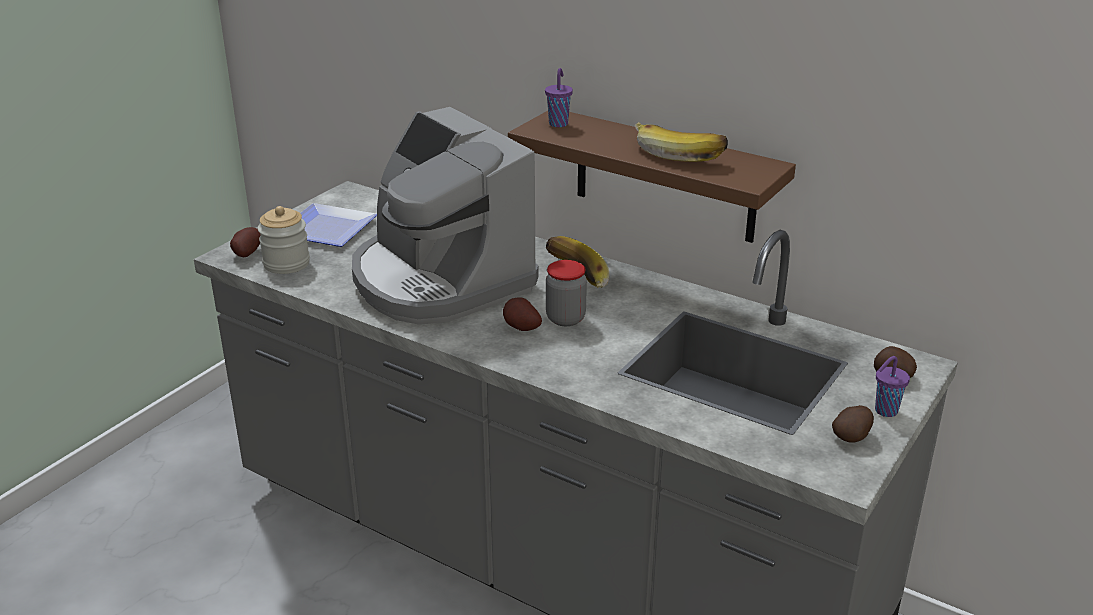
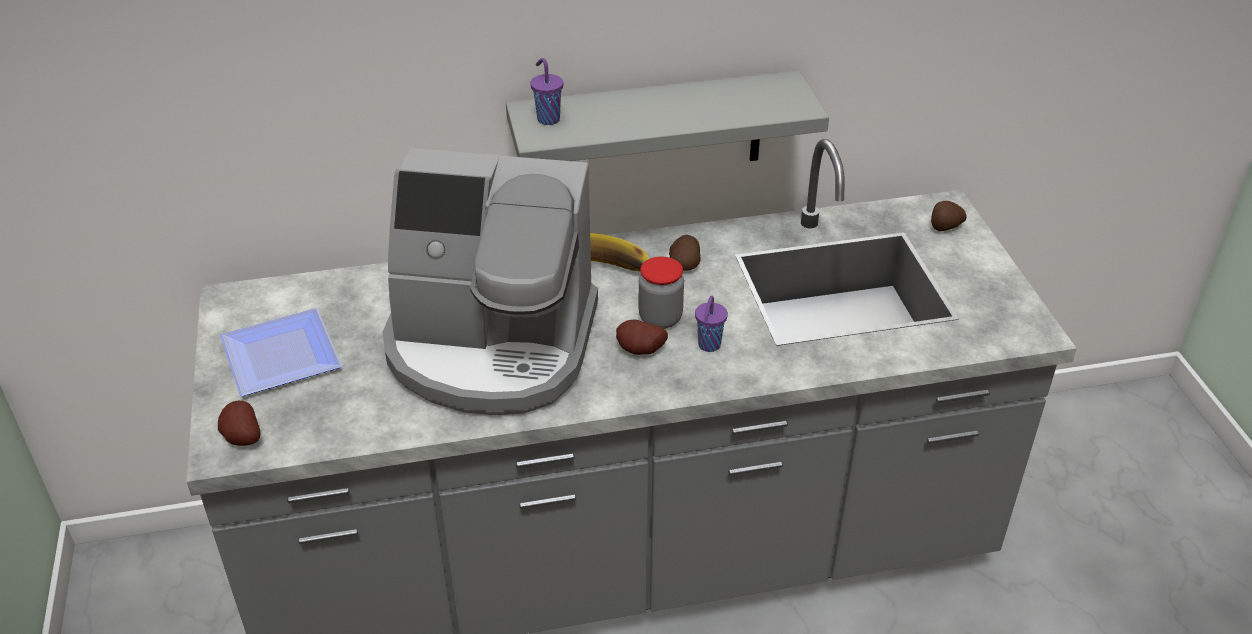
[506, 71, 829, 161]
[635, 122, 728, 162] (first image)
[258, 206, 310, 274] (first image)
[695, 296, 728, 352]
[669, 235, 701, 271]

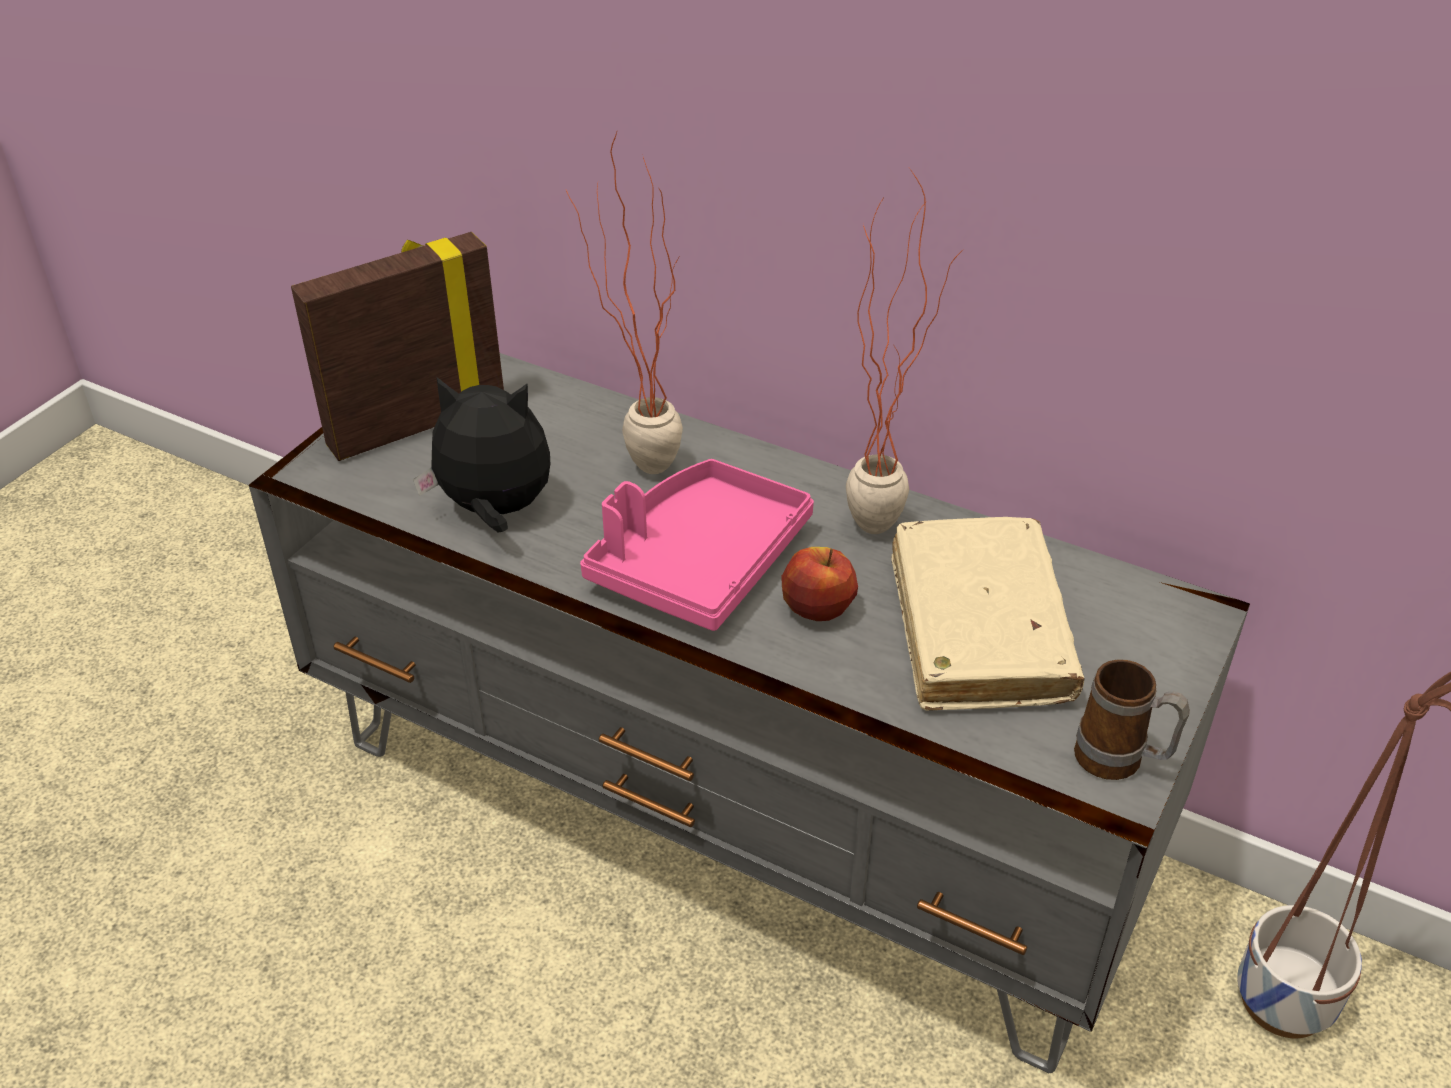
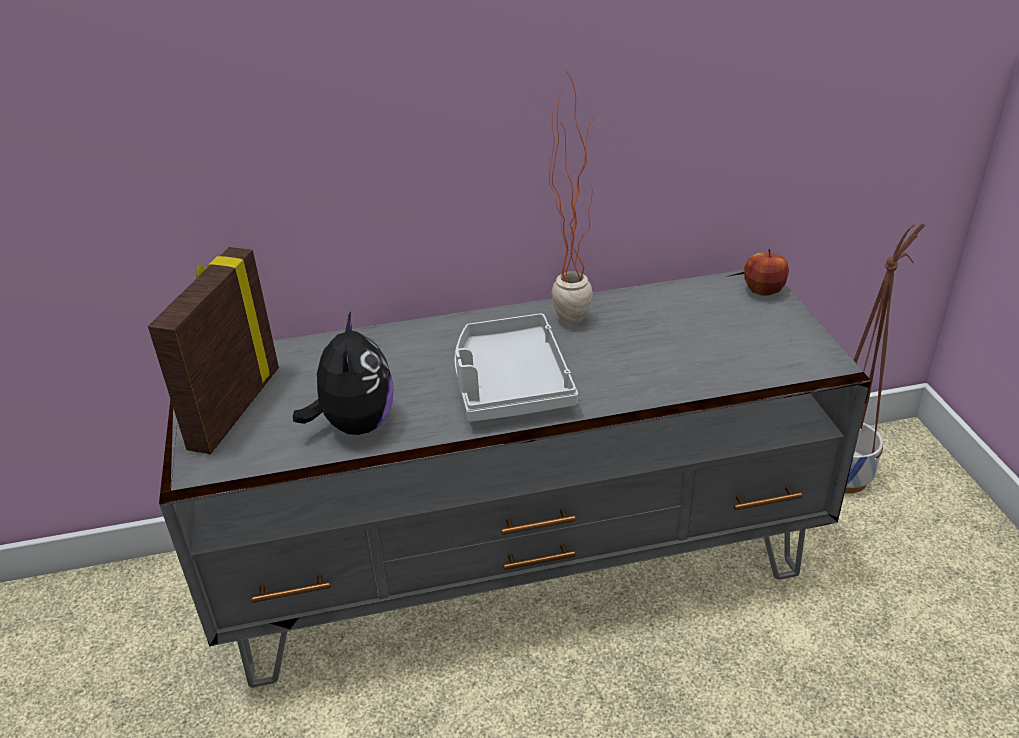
[566, 132, 683, 474] (first image)
[293, 311, 394, 435]
[455, 313, 578, 422]
[891, 517, 1084, 711] (first image)
[744, 249, 789, 296]
[1074, 659, 1190, 780] (first image)

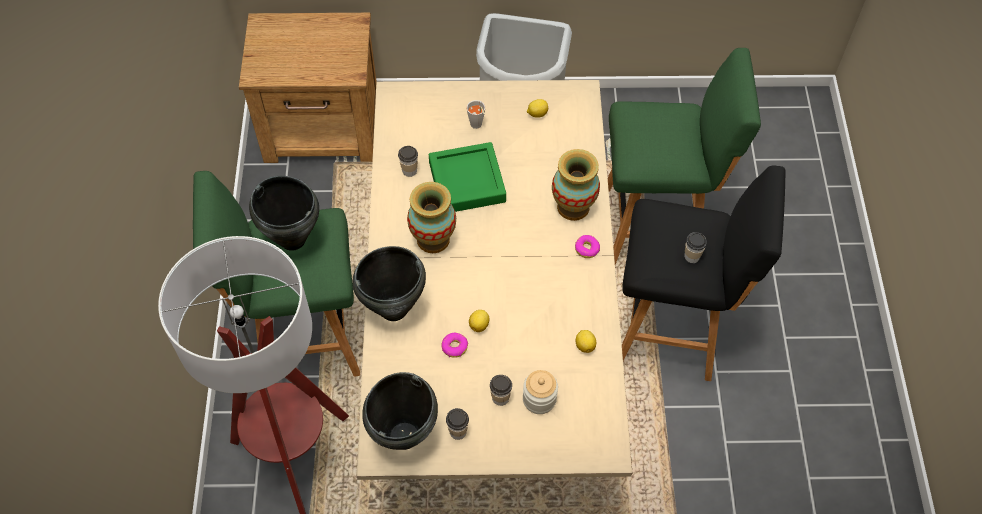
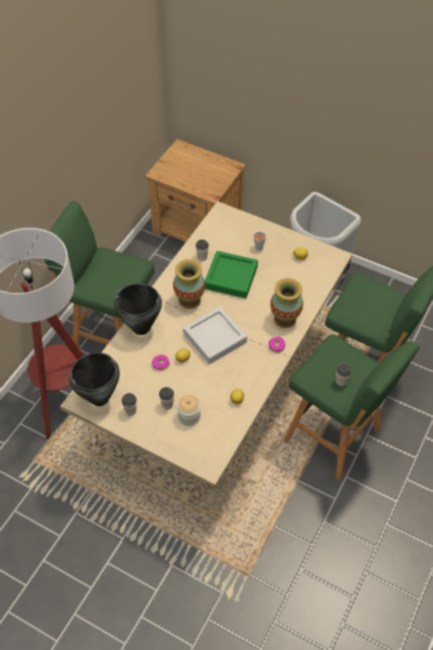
[283, 334, 419, 481]
[249, 176, 319, 251] (first image)
[183, 307, 247, 364]

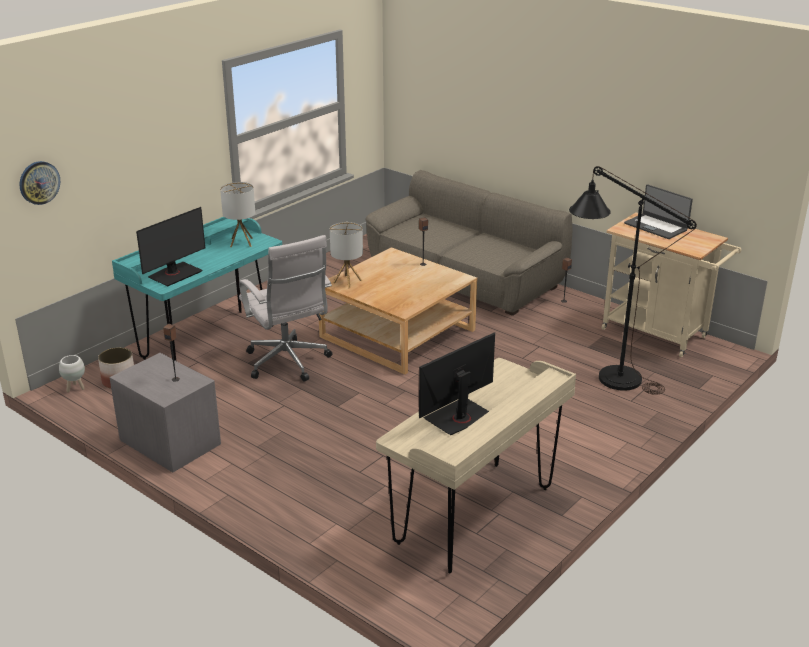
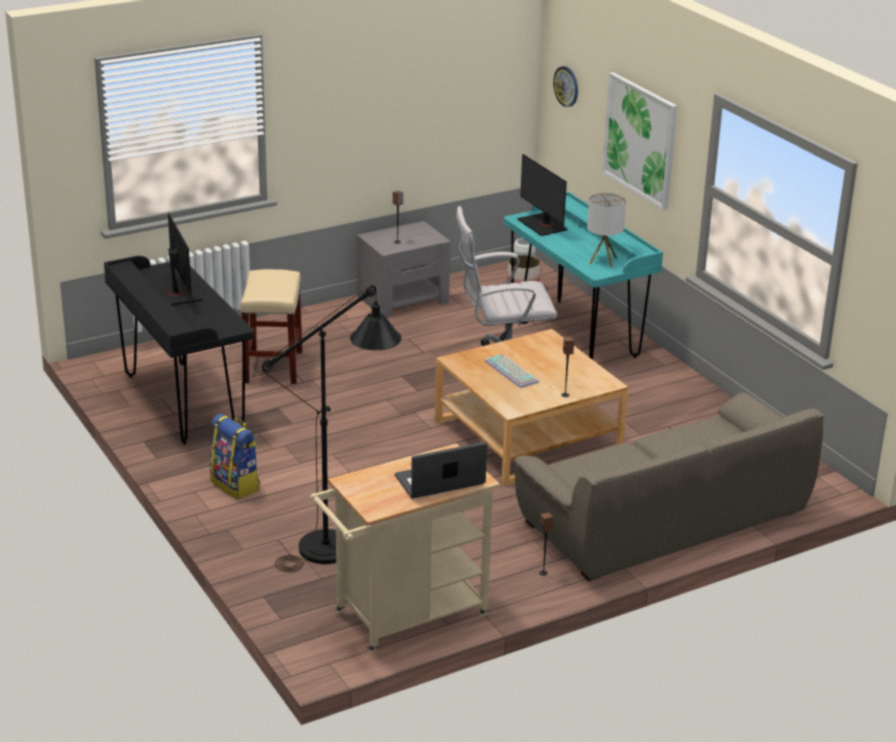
[330, 222, 363, 289] (first image)
[104, 256, 253, 445]
[602, 72, 677, 210]
[240, 269, 302, 385]
[485, 354, 539, 388]
[210, 414, 260, 500]

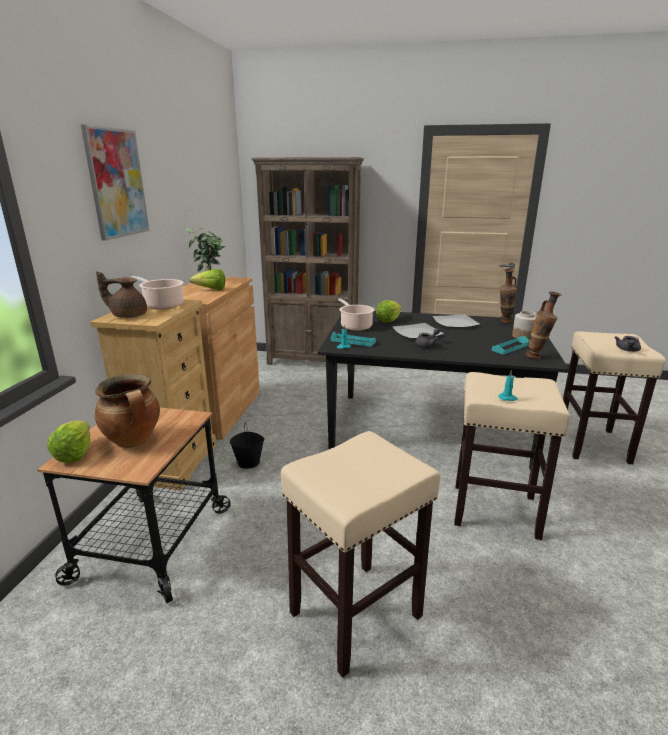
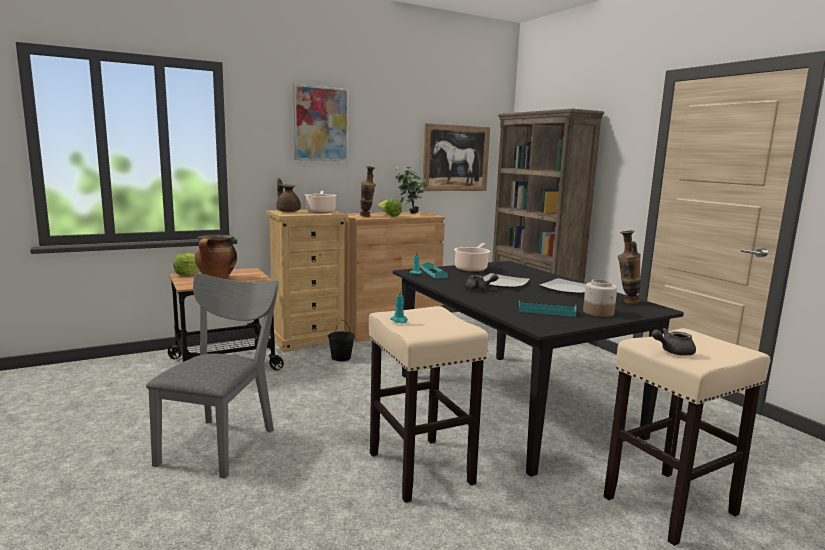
[360, 166, 376, 217]
[376, 300, 402, 322] (first image)
[146, 274, 279, 479]
[422, 123, 490, 191]

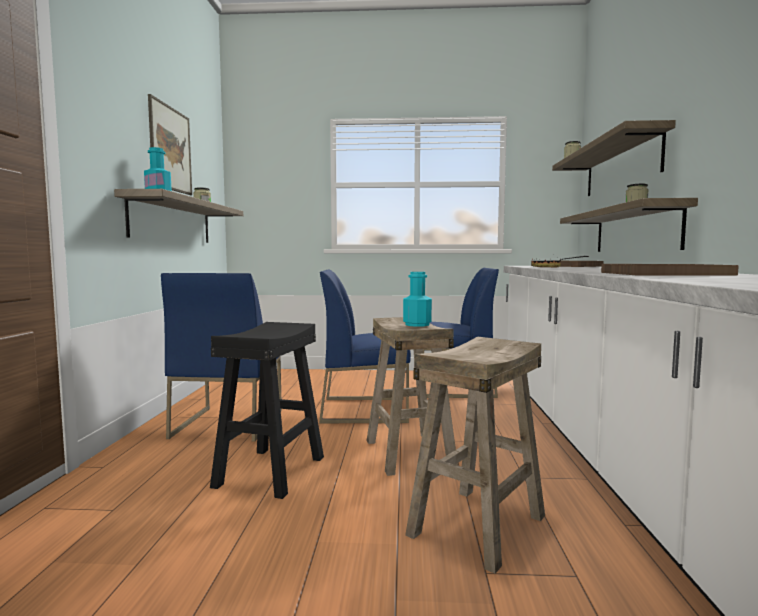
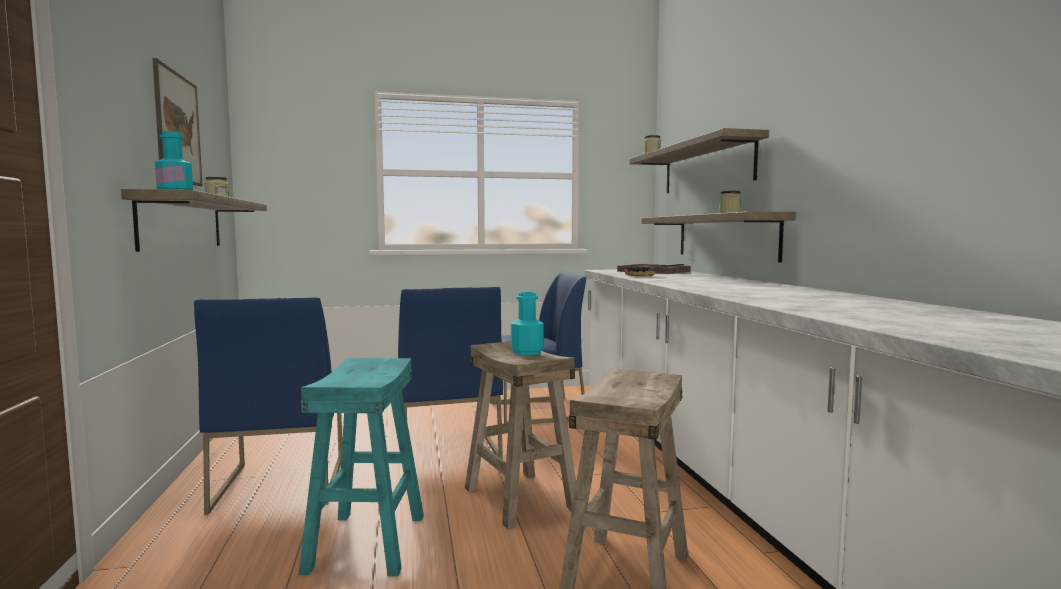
[601, 264, 739, 275] (first image)
[398, 287, 503, 460]
[299, 358, 424, 576]

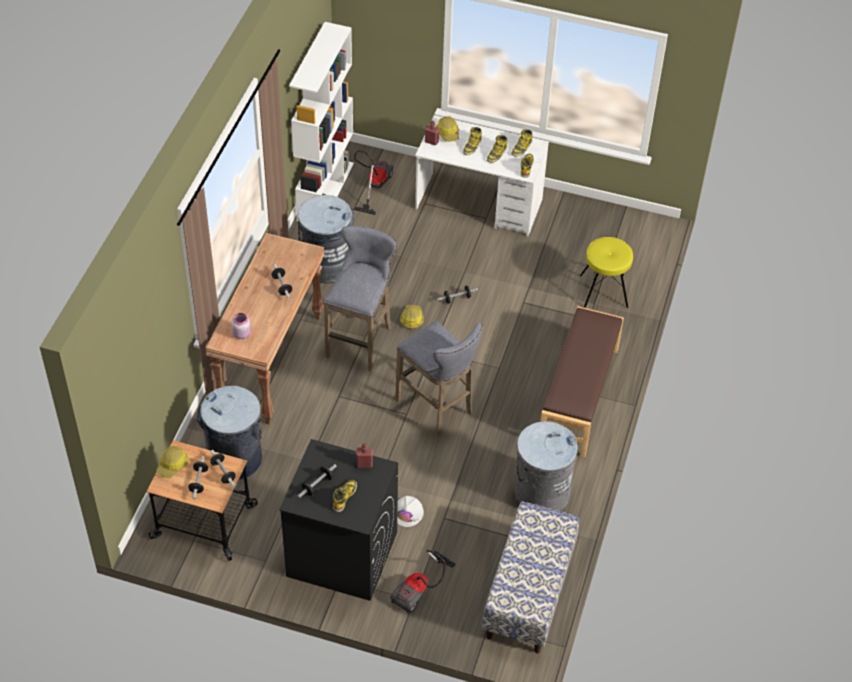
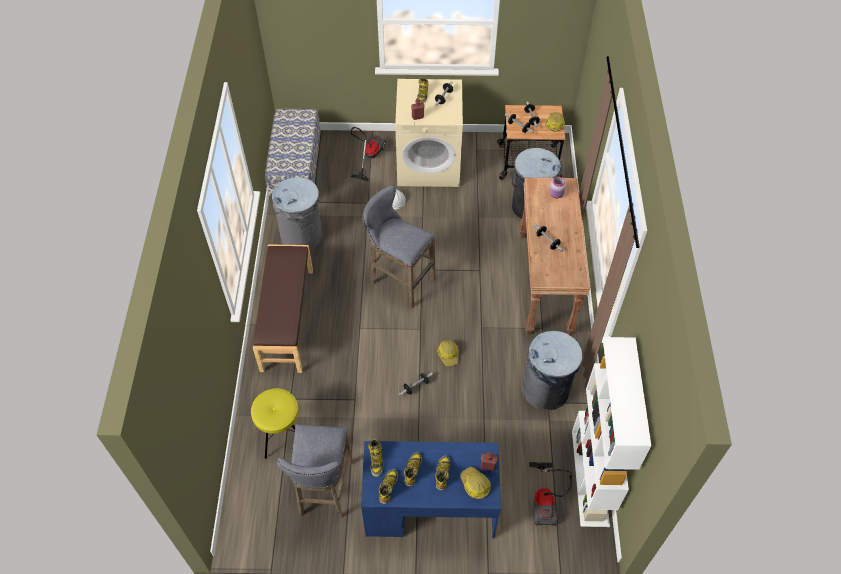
[361, 441, 501, 538]
[276, 424, 352, 518]
[395, 79, 463, 187]

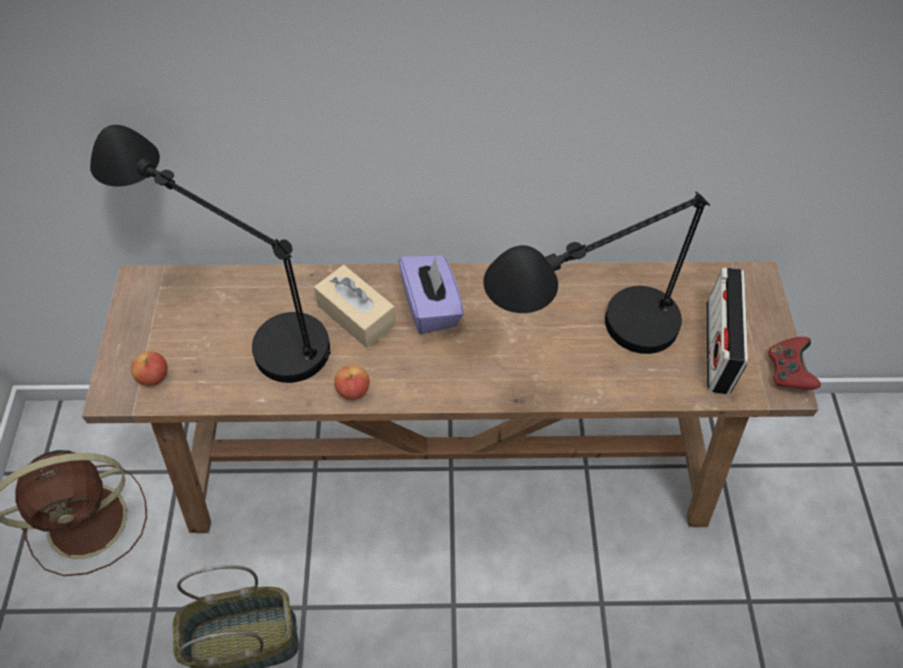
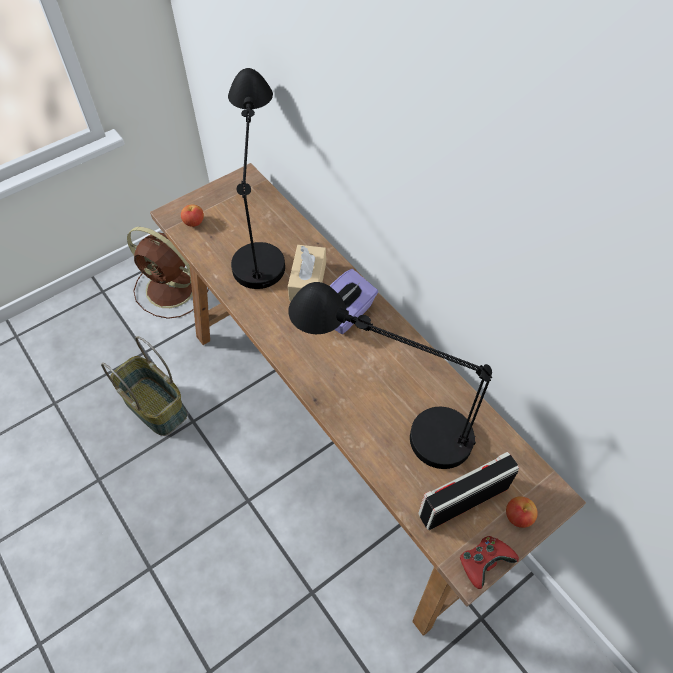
[506, 496, 538, 528]

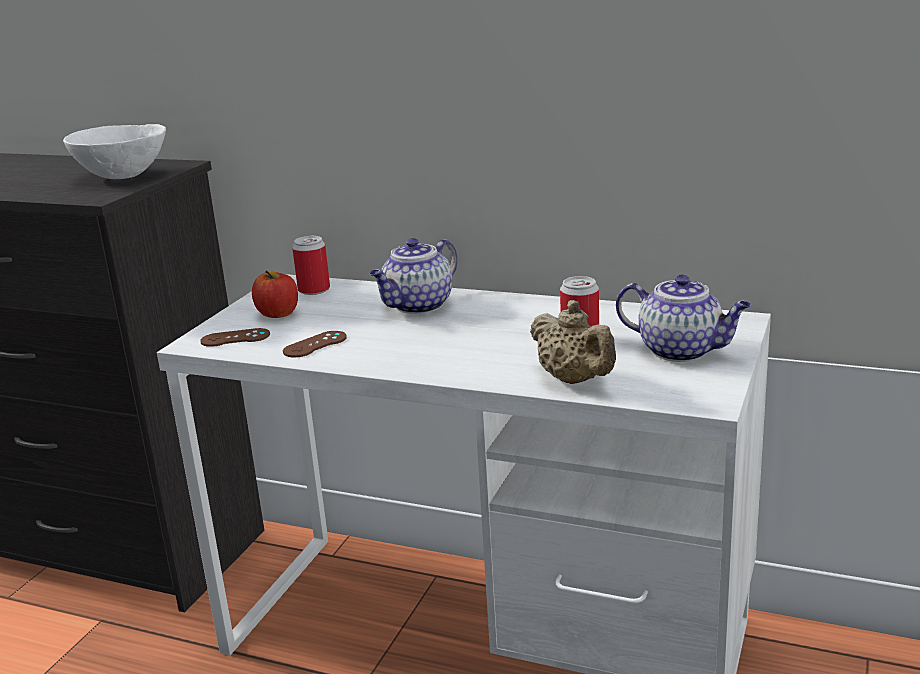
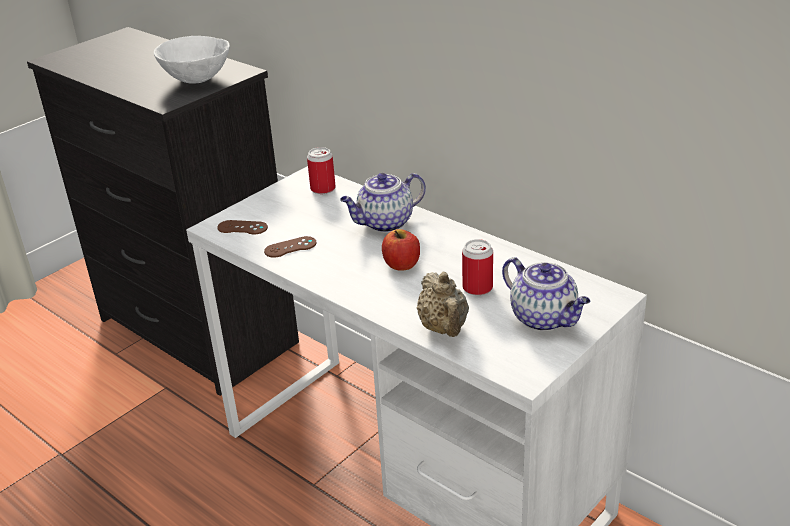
[382, 229, 420, 271]

